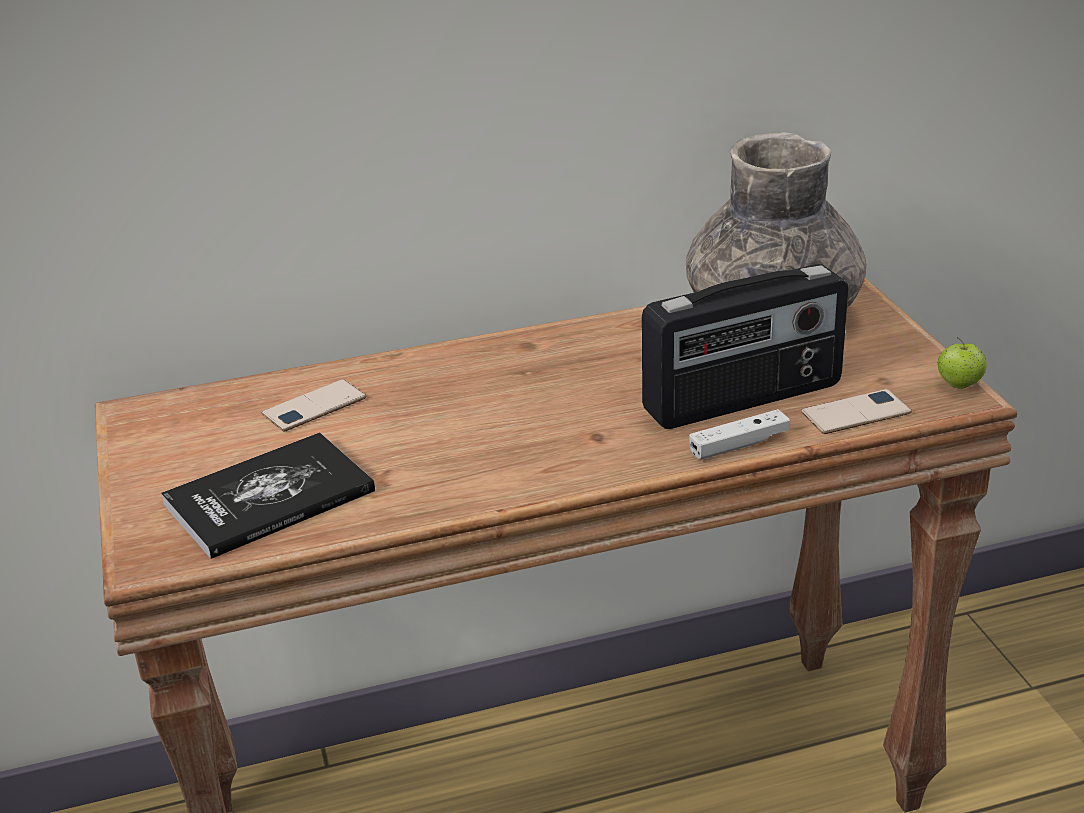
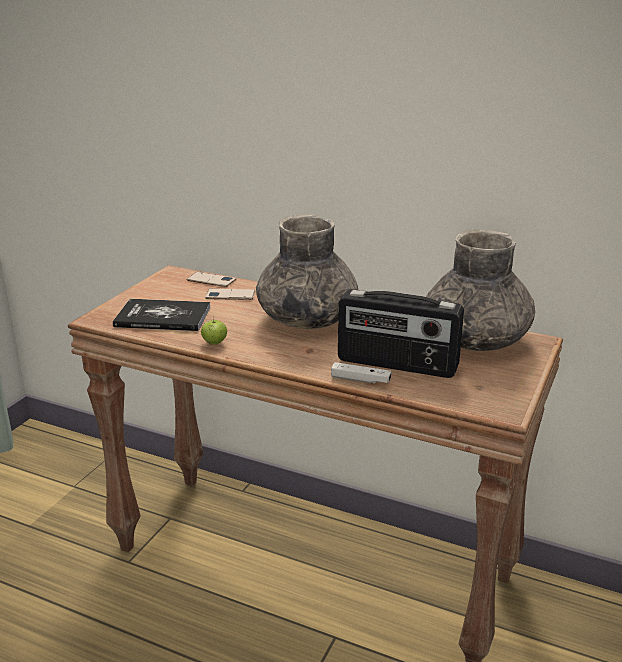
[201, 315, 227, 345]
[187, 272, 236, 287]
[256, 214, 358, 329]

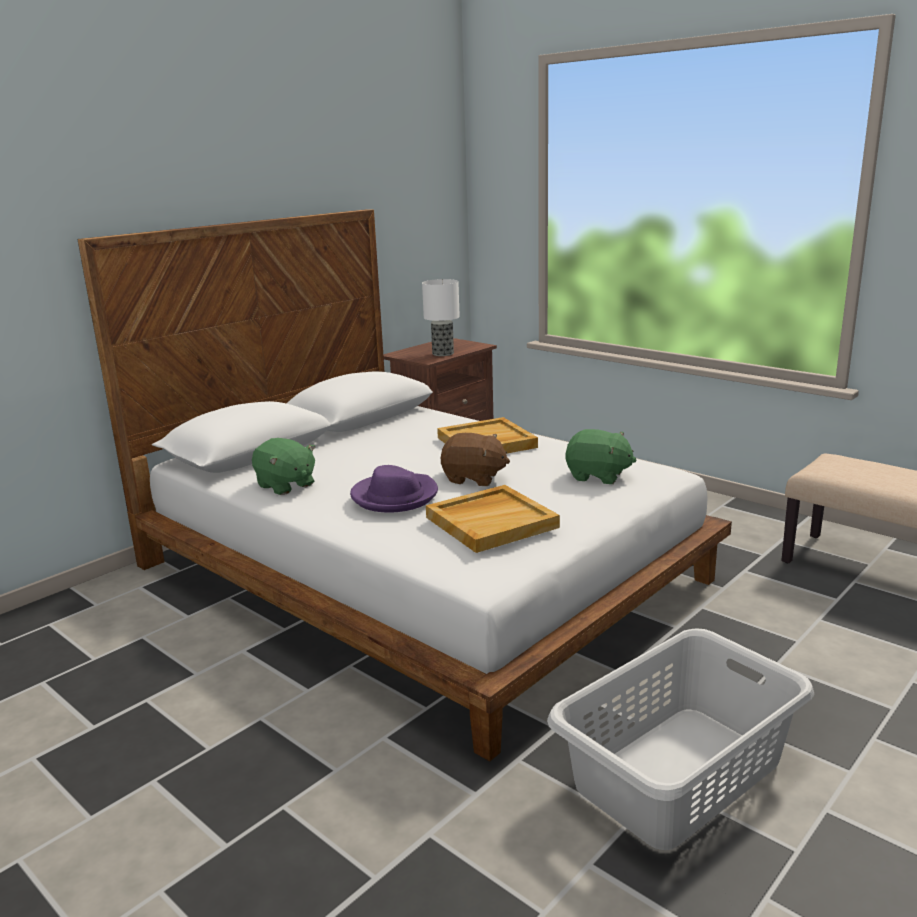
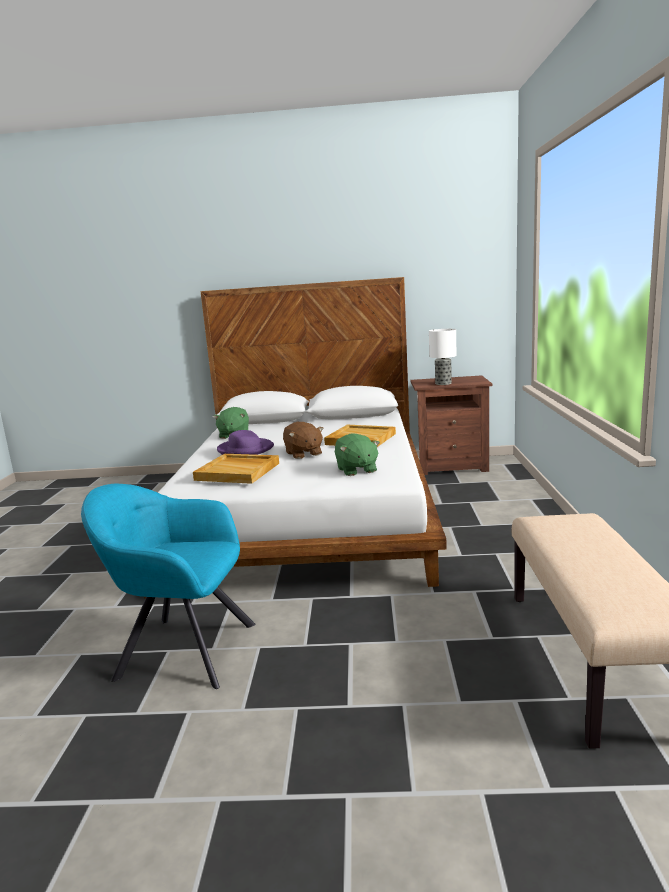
[81, 484, 255, 689]

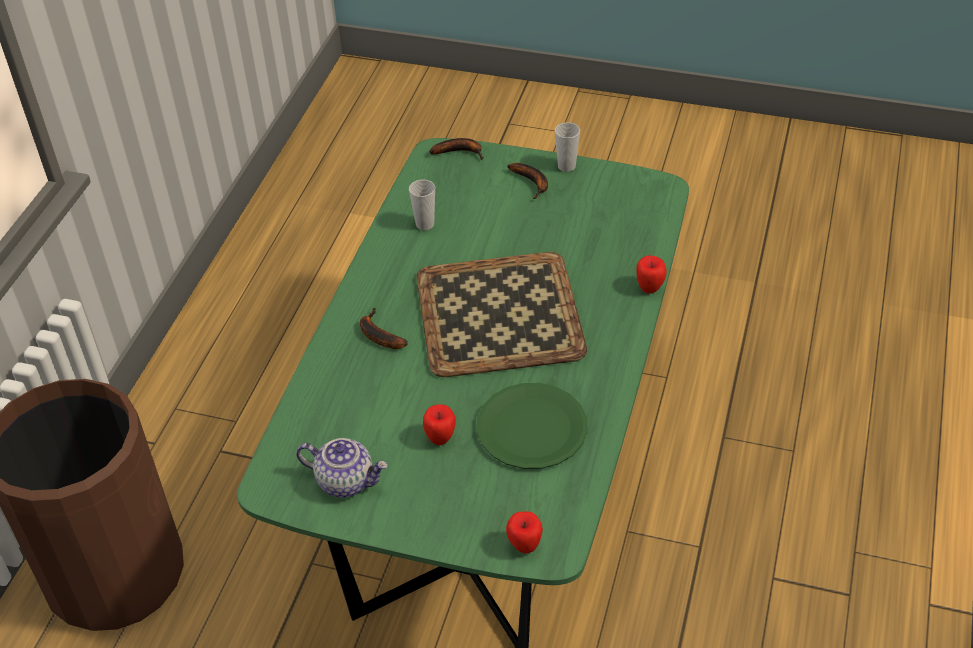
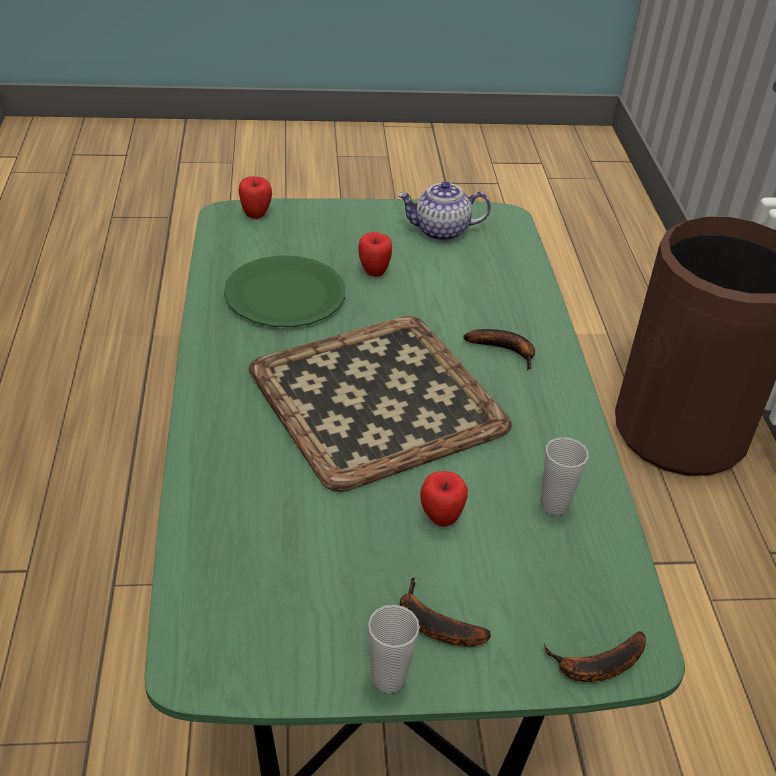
[420, 471, 468, 527]

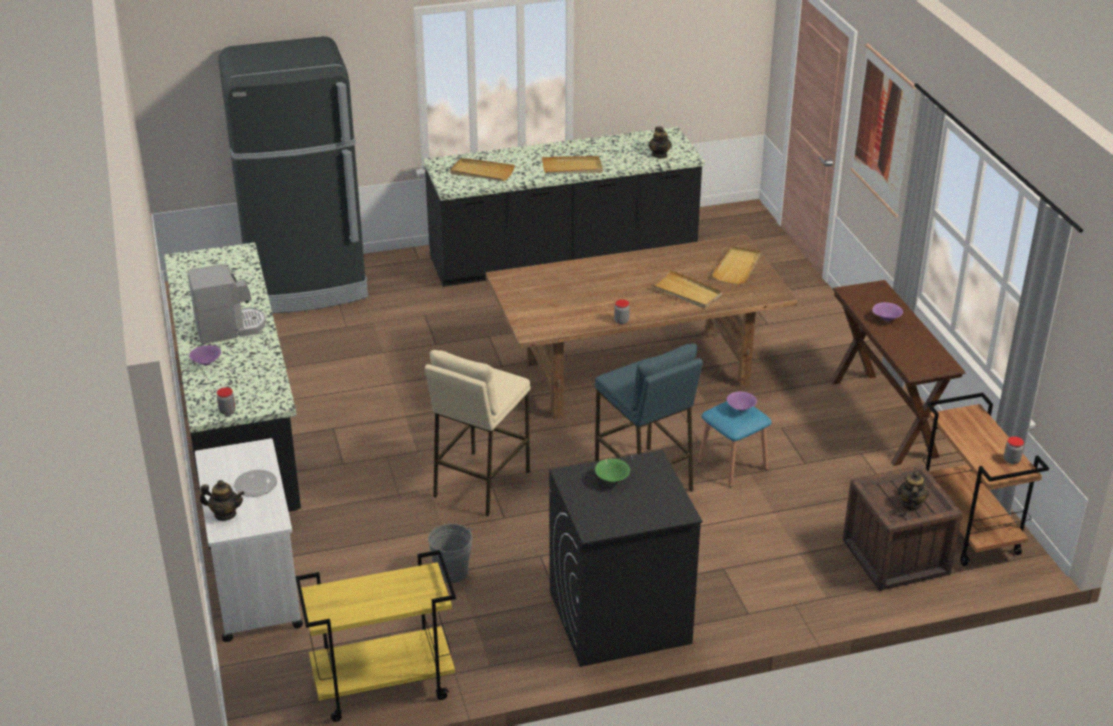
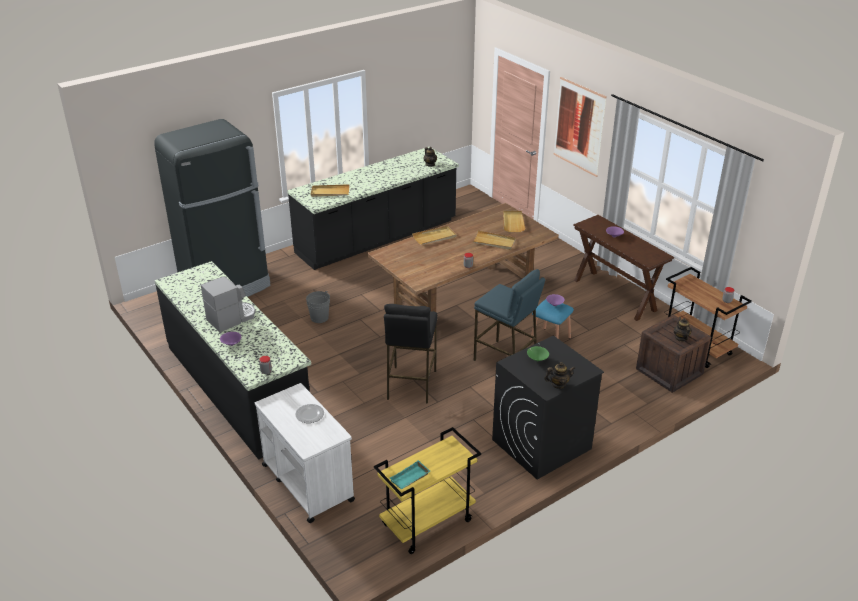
[412, 226, 457, 245]
[384, 304, 438, 404]
[544, 362, 575, 389]
[306, 291, 330, 323]
[390, 460, 430, 489]

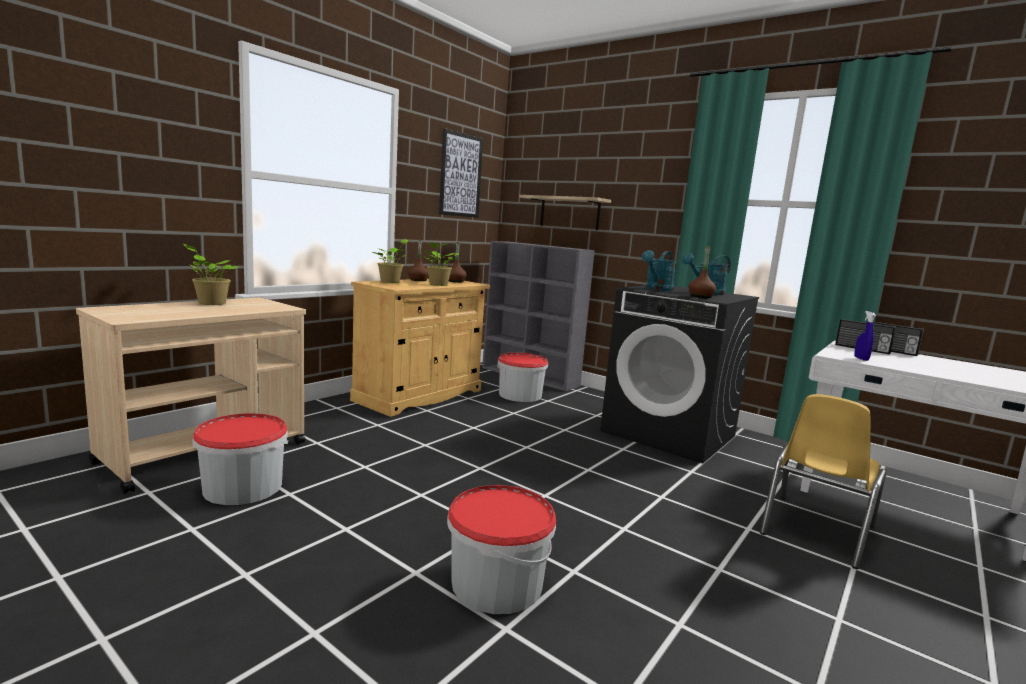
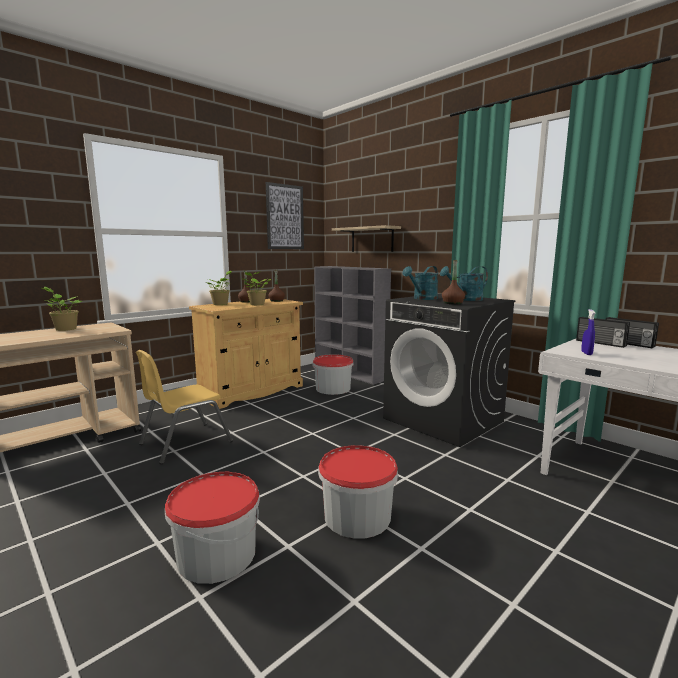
[136, 350, 233, 464]
[318, 445, 398, 539]

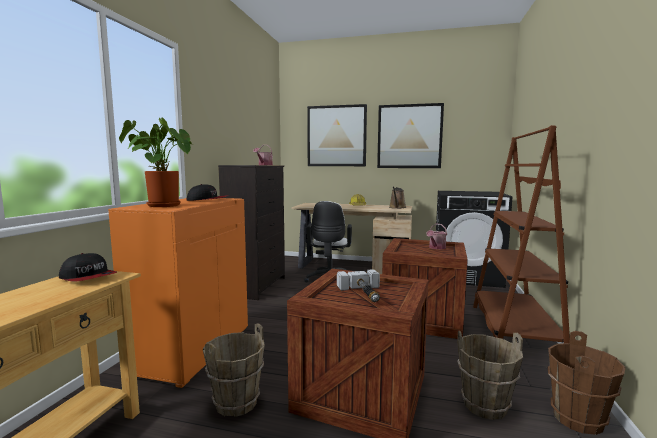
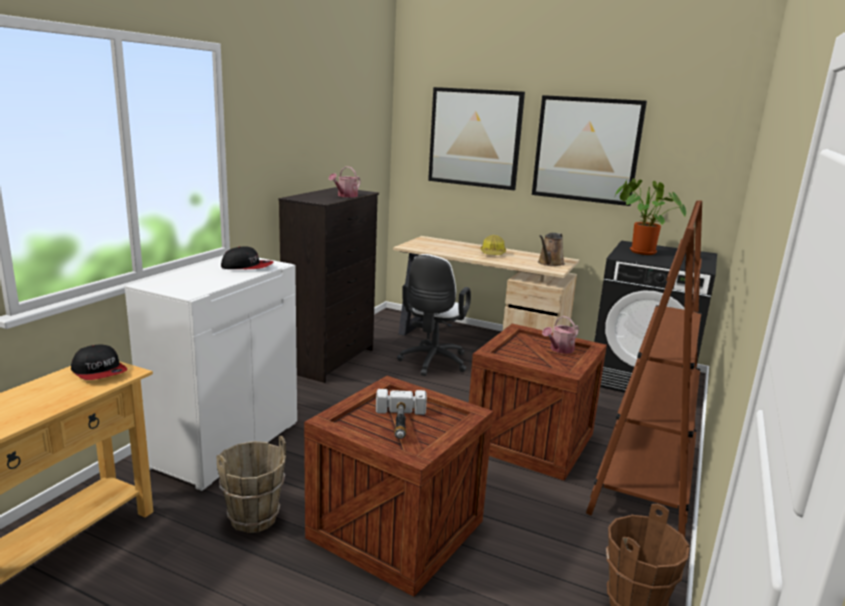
[615, 178, 686, 255]
[125, 258, 297, 491]
[457, 331, 523, 420] (first image)

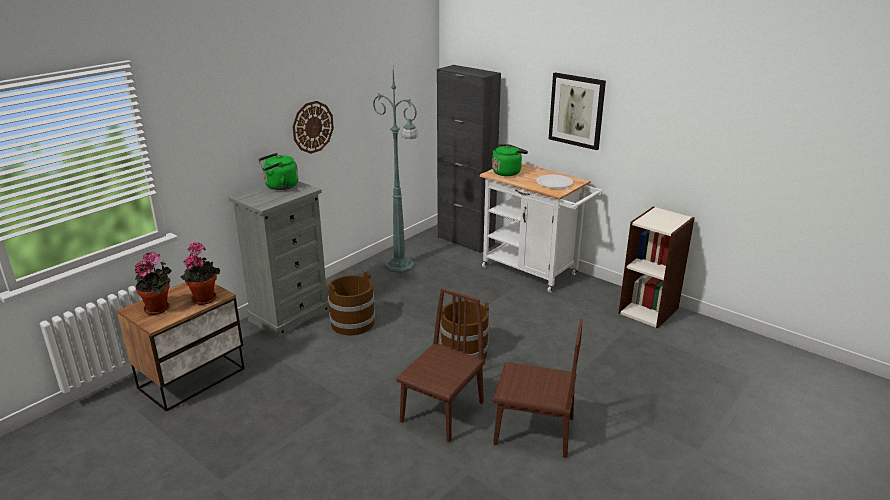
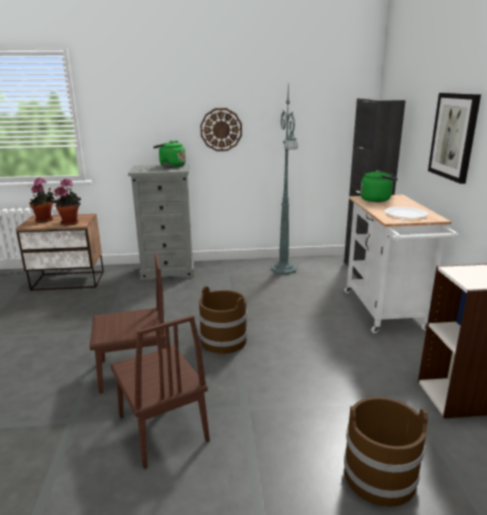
[344, 397, 428, 507]

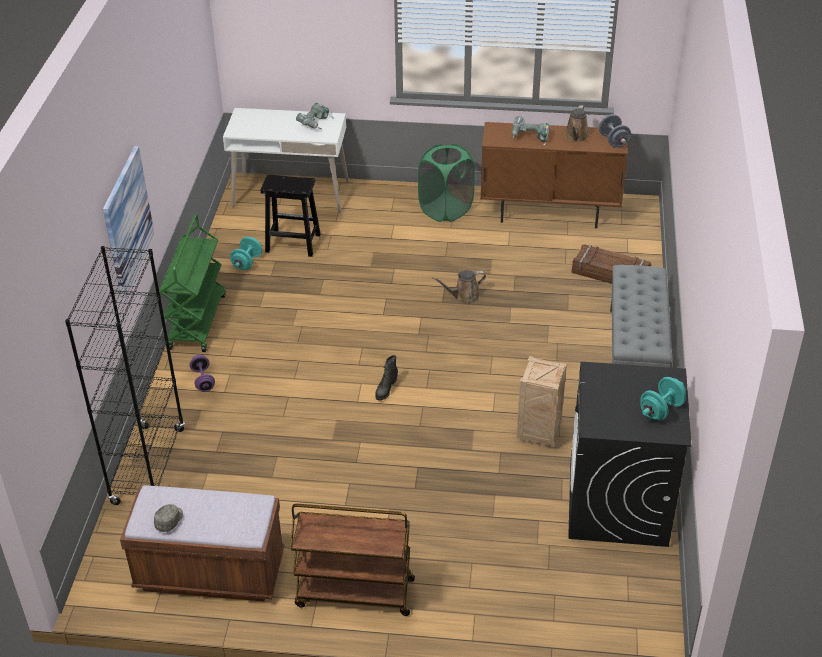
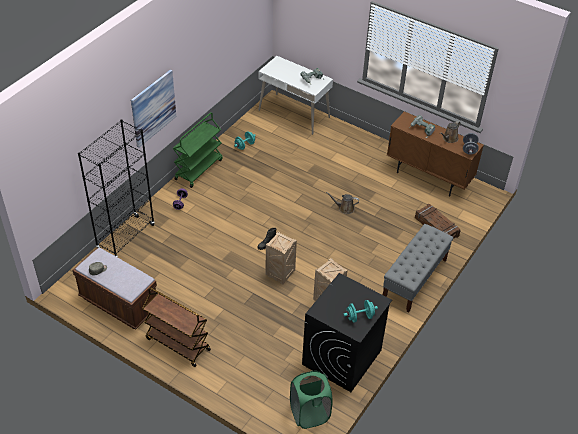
[290, 371, 333, 429]
[261, 174, 321, 257] (first image)
[265, 232, 297, 284]

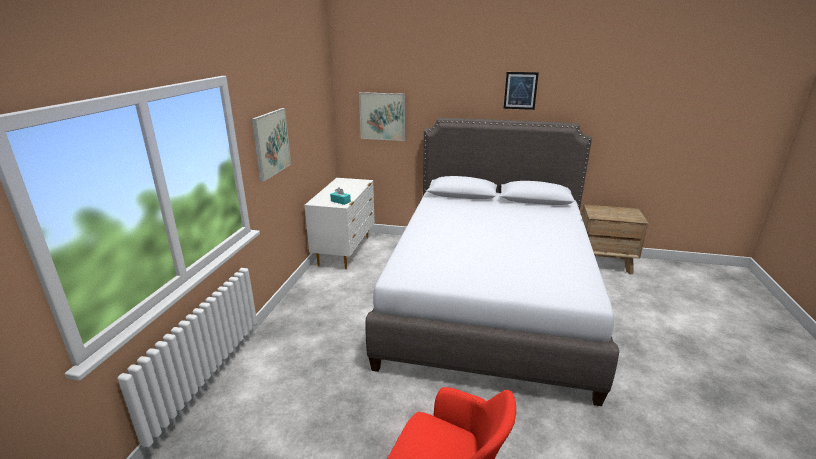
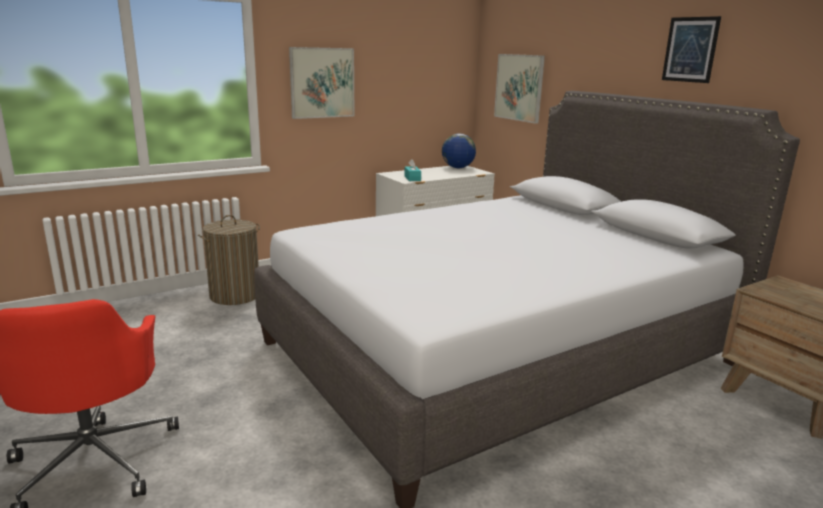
[442, 134, 476, 168]
[198, 215, 260, 305]

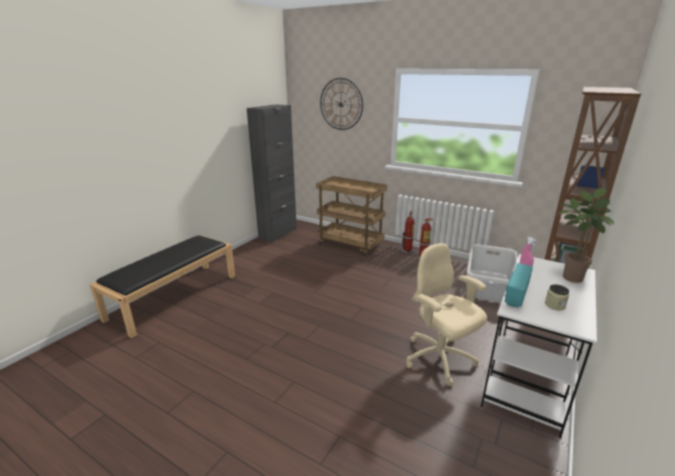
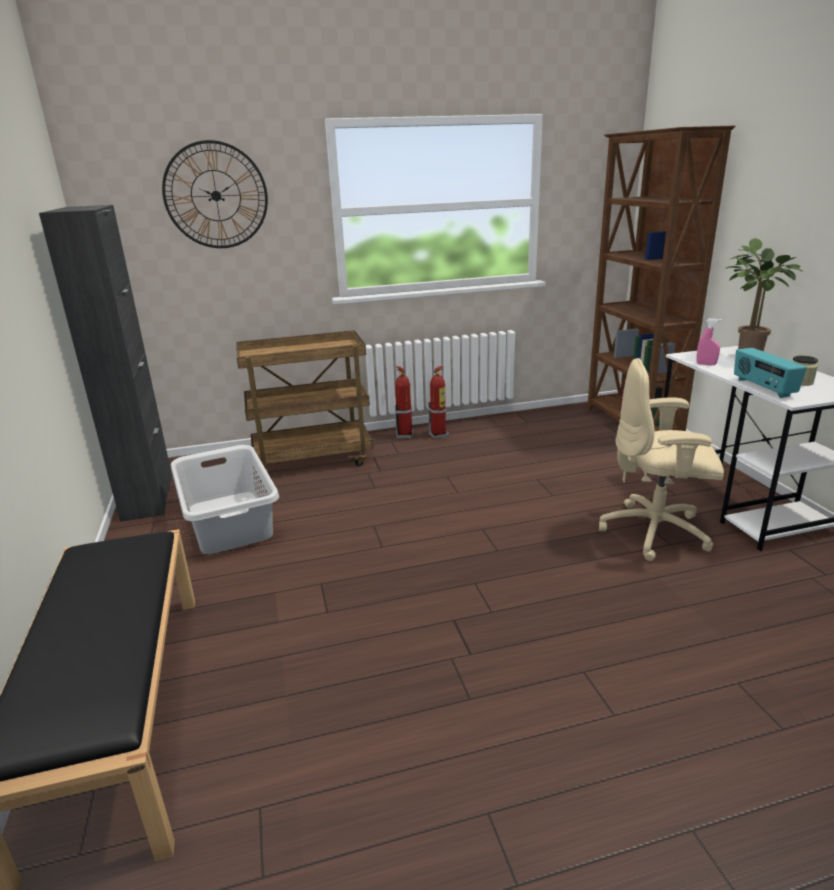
[171, 445, 279, 554]

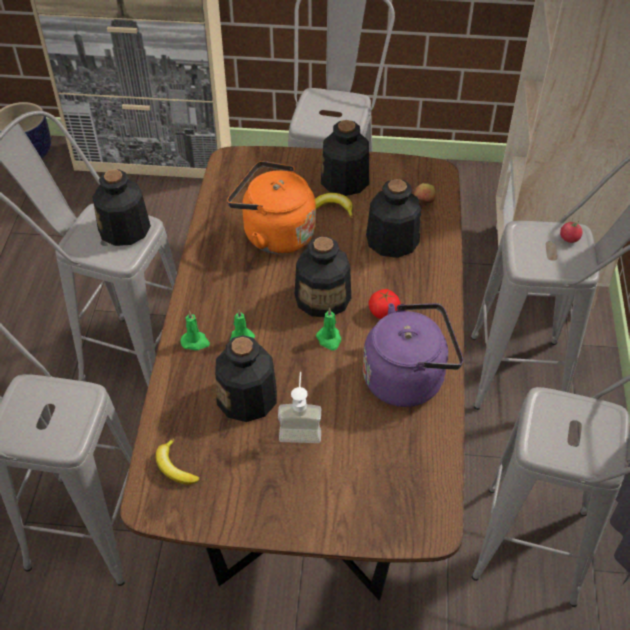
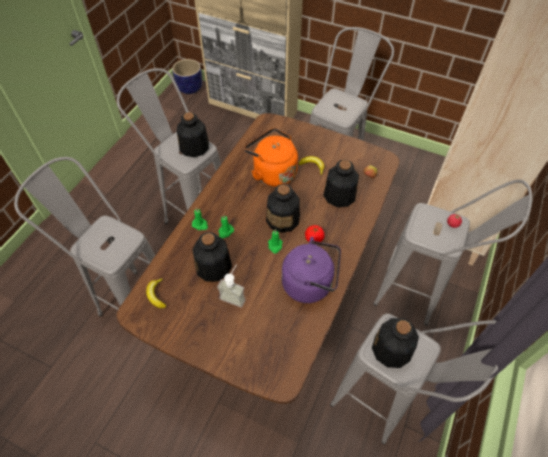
[372, 318, 419, 368]

